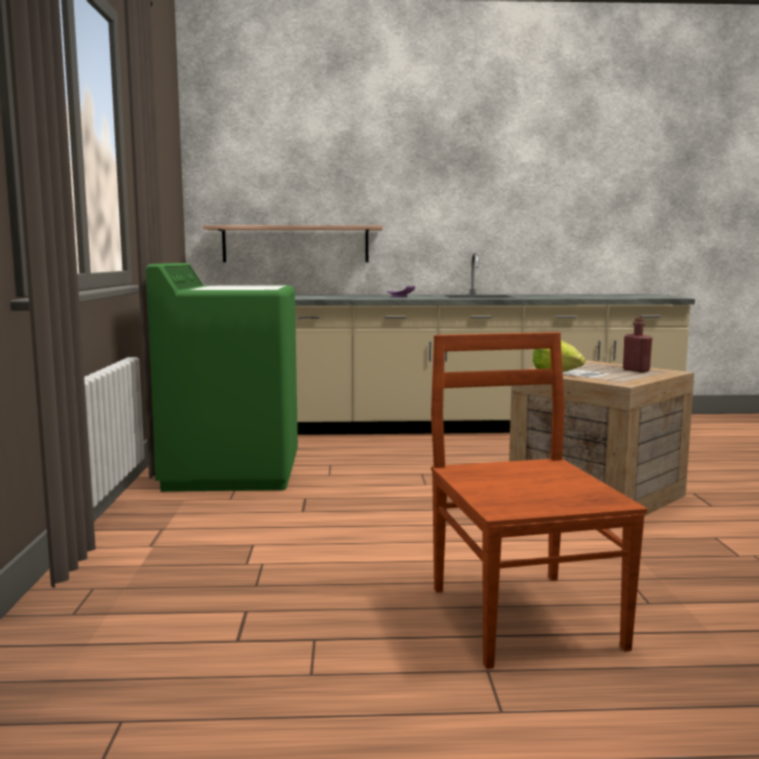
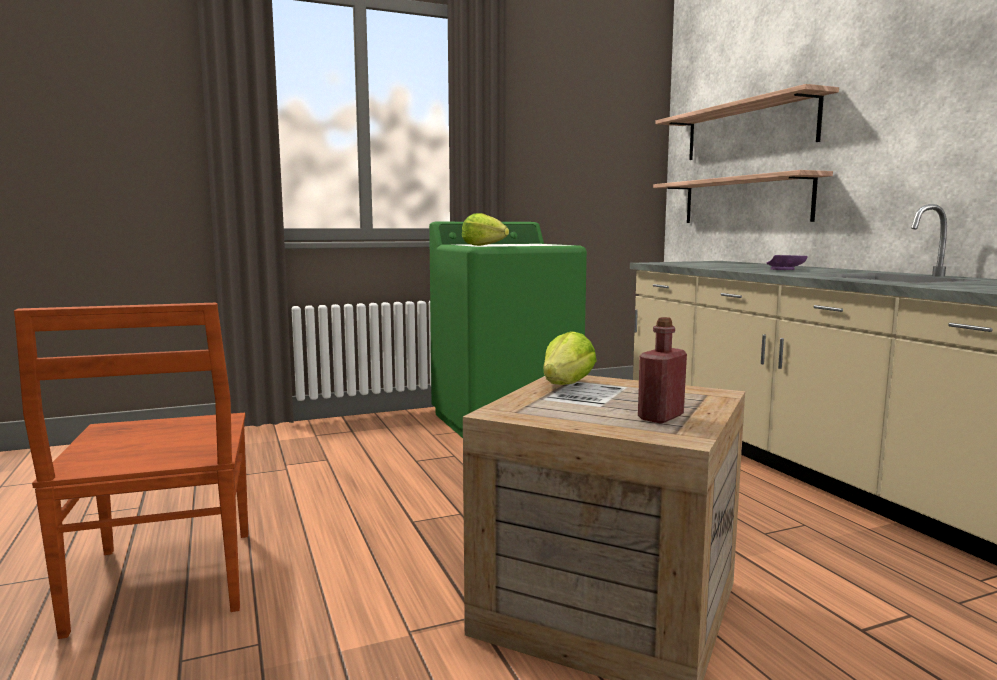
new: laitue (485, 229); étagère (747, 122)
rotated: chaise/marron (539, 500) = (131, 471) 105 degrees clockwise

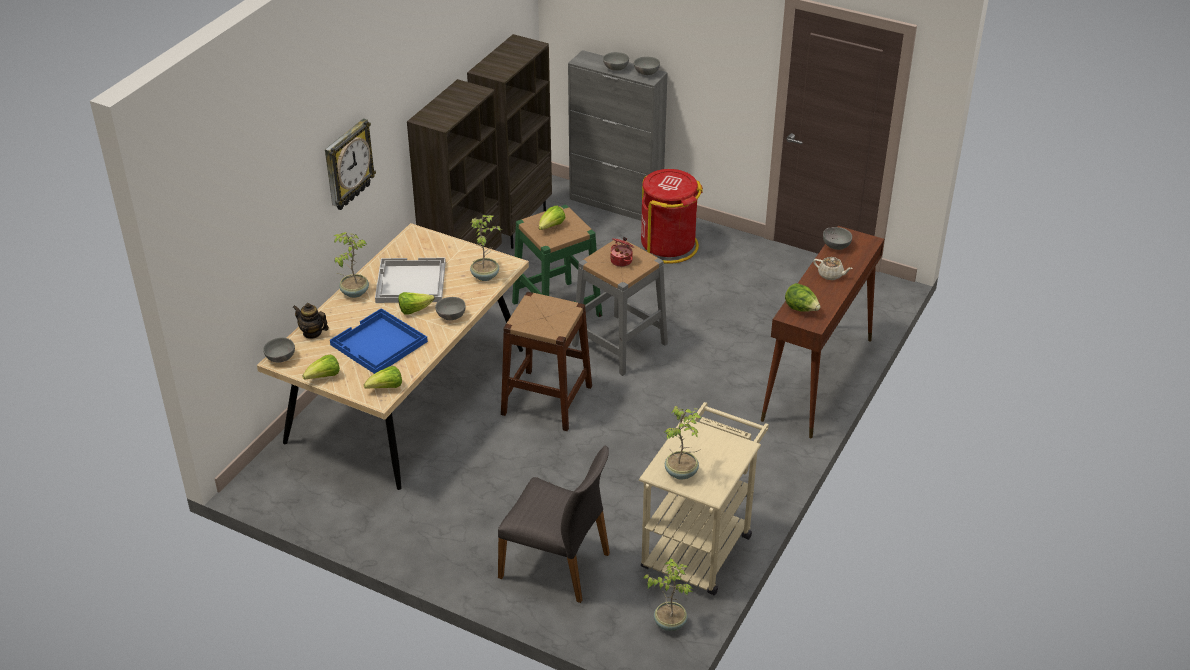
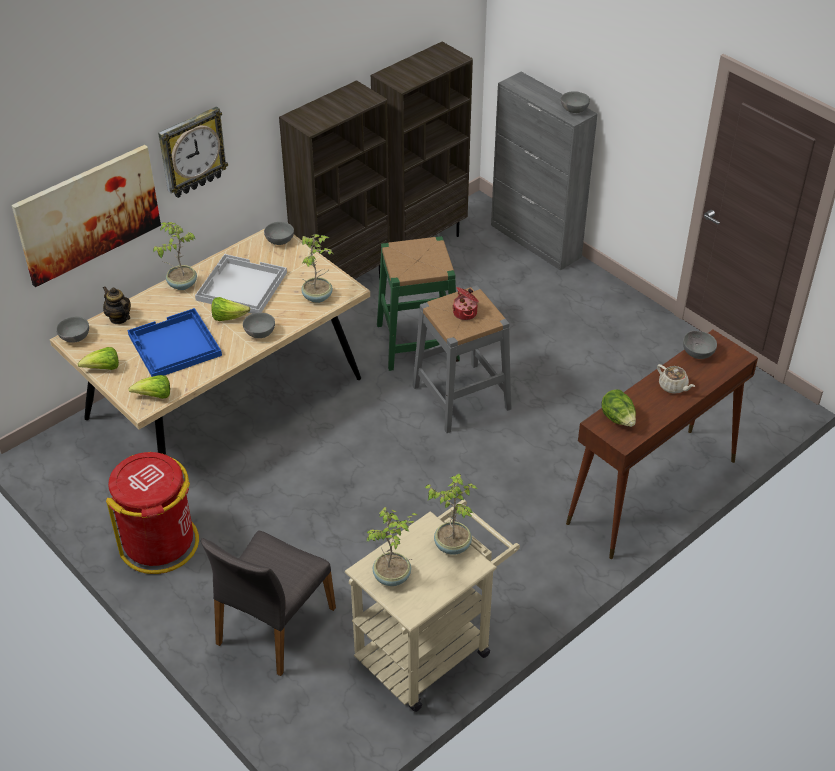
gone: tabouret/marron (546, 361); laitue (552, 218)
new: tableau (86, 216)
shifted: poubelle/rouge (672, 216) to (152, 513); bol/gris (616, 61) to (279, 233); plante en pot (667, 594) to (450, 514)
rotated: chaise/gris (554, 524) = (268, 603) 75 degrees clockwise

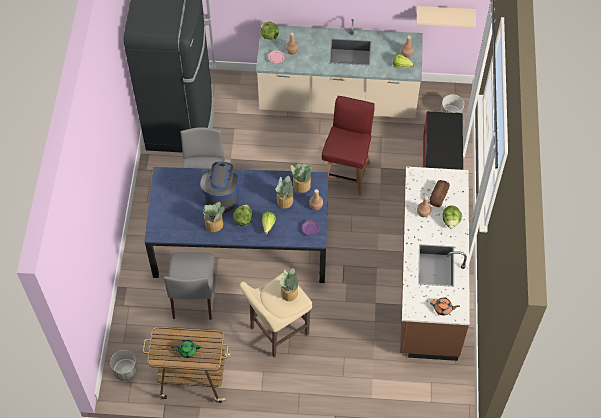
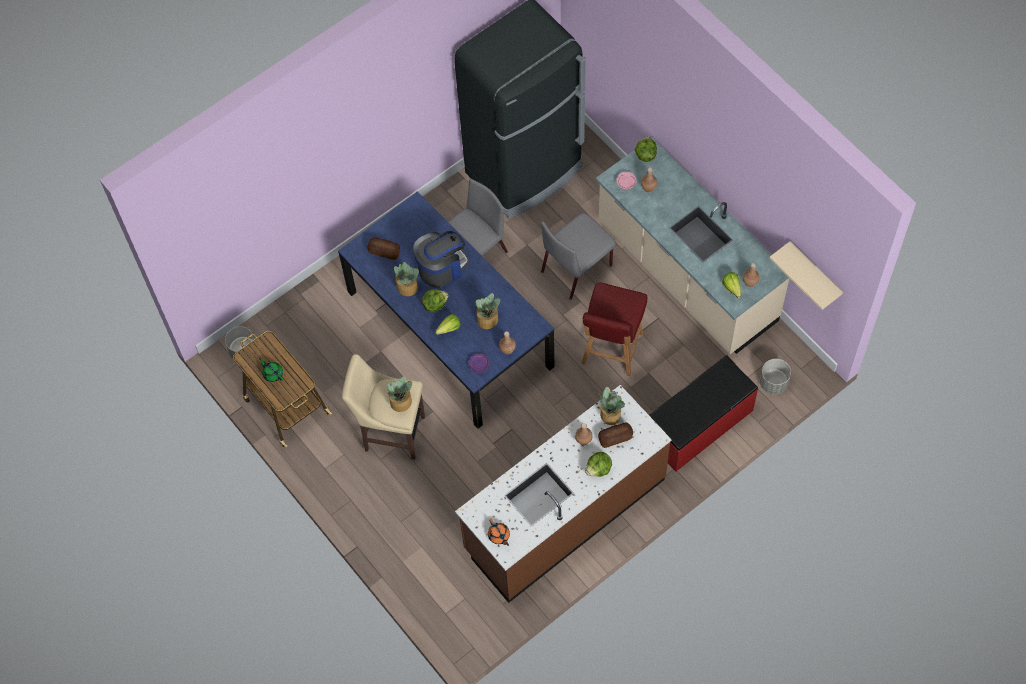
new: pain (383, 248)
shifted: chaise/gris (188, 286) to (578, 256); plante en pot (301, 178) to (612, 406)
rotated: chaise/rouge (348, 146) = (614, 329) 135 degrees clockwise

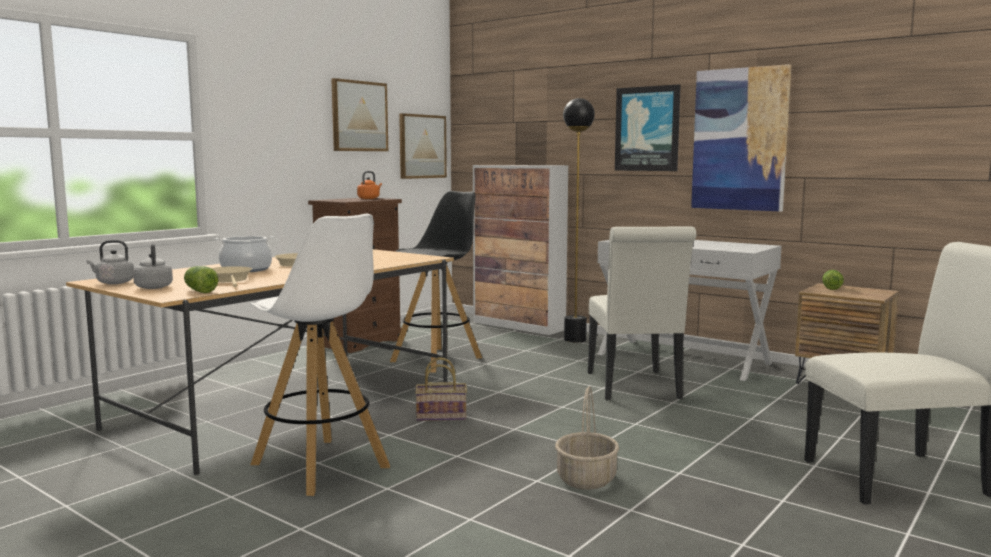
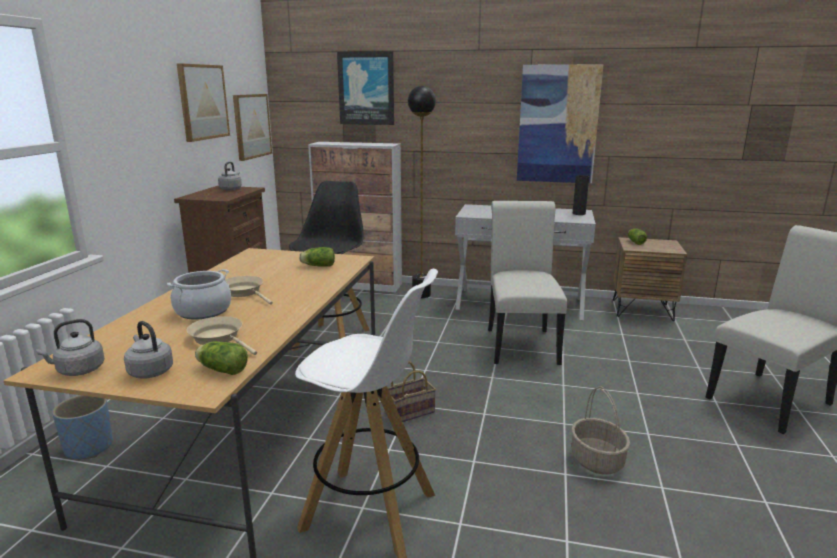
new: cache-pot/bleu (82, 427); laitue (317, 257); vase/noir (581, 195)
shifted: tableau (648, 127) to (365, 88)
repainted: bouilloire/orange (369, 185) to bouilloire/gris (230, 176)
rotated: chaise/blanc (642, 313) = (527, 283) 150 degrees counterclockwise

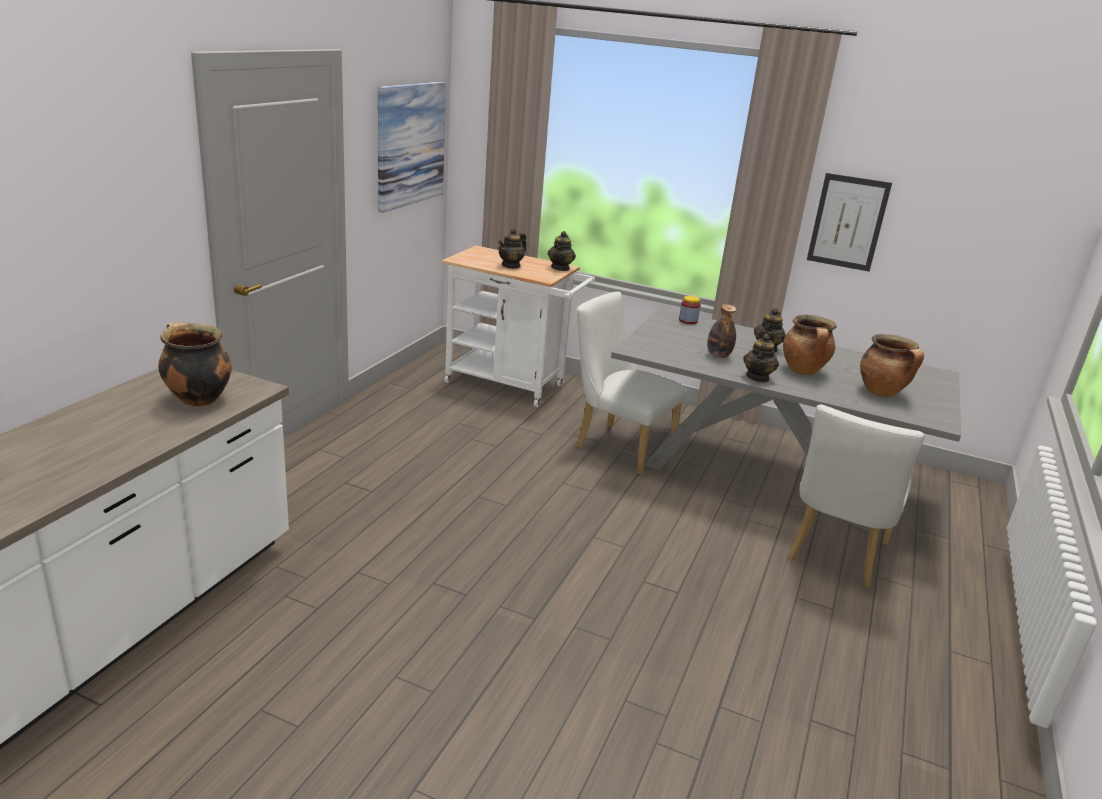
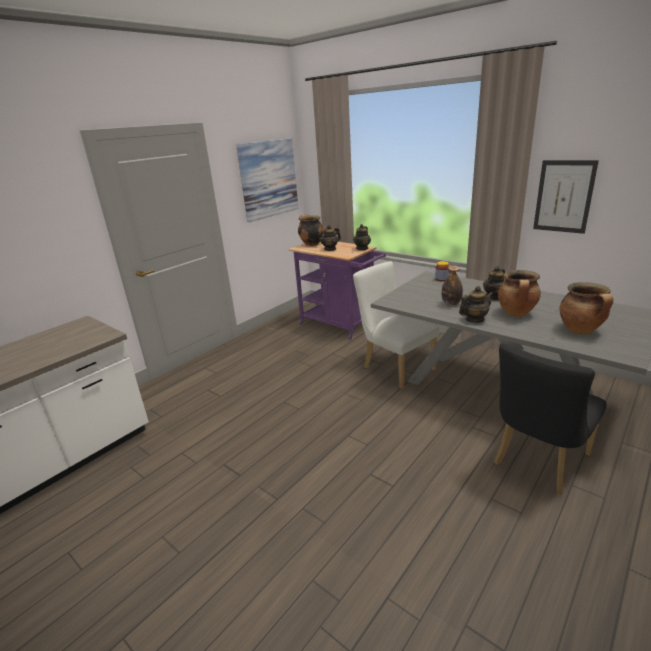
shifted: marmite (195, 364) to (311, 230)
repainted: chariot/blanc (518, 326) to chariot/violet (337, 291); chaise/blanc (856, 495) to chaise/noir (550, 419)
rotated: théière (761, 358) = (476, 304) 150 degrees counterclockwise

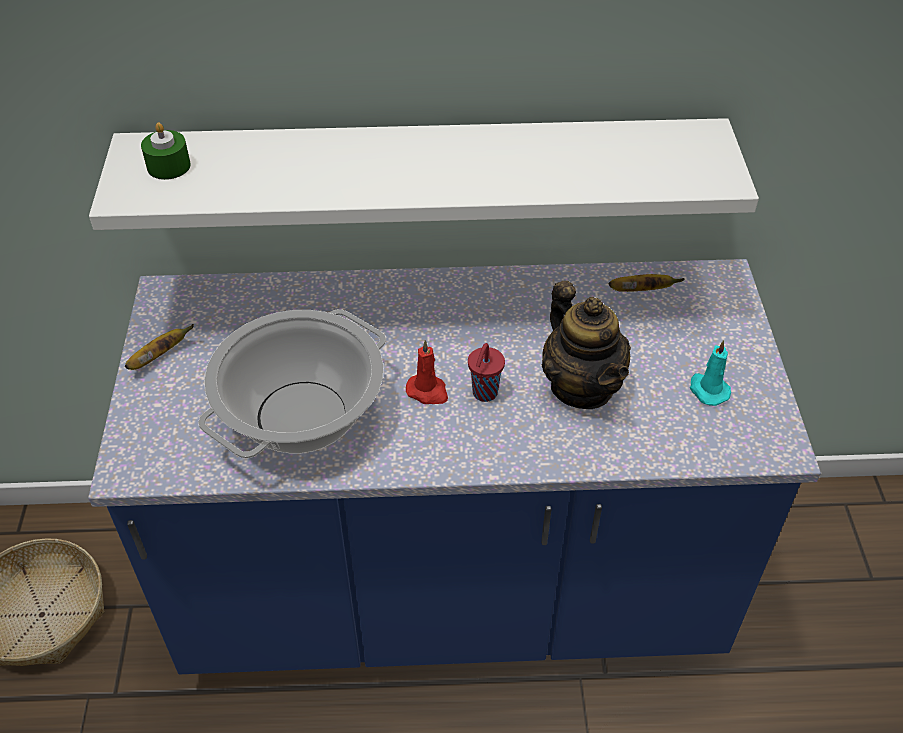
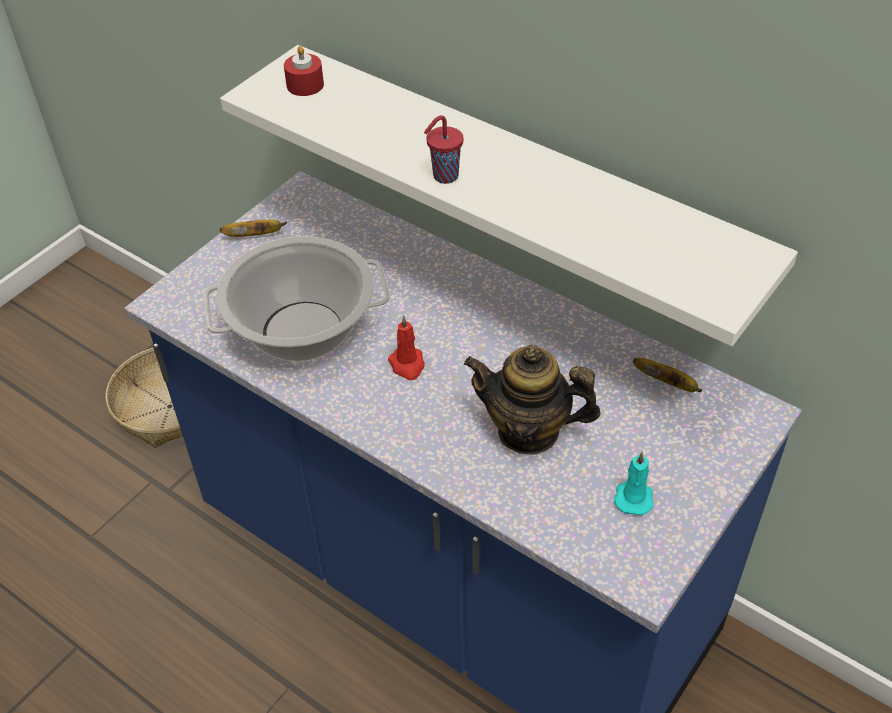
shifted: tasse/rouge (486, 372) to (444, 149)
repainted: bougie/vert (166, 151) to bougie/rouge (304, 71)
rotated: théière (586, 345) = (532, 400) 90 degrees clockwise

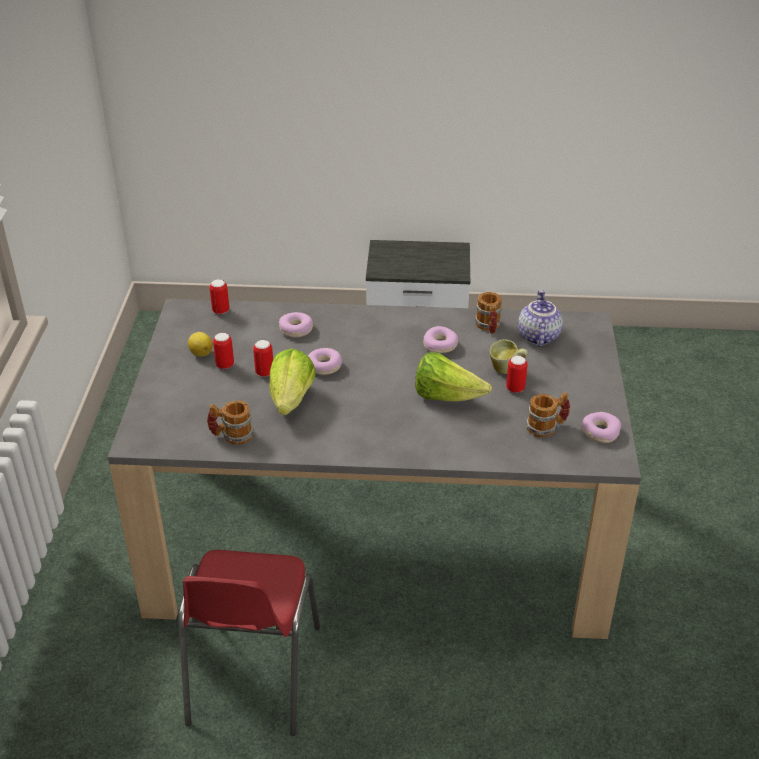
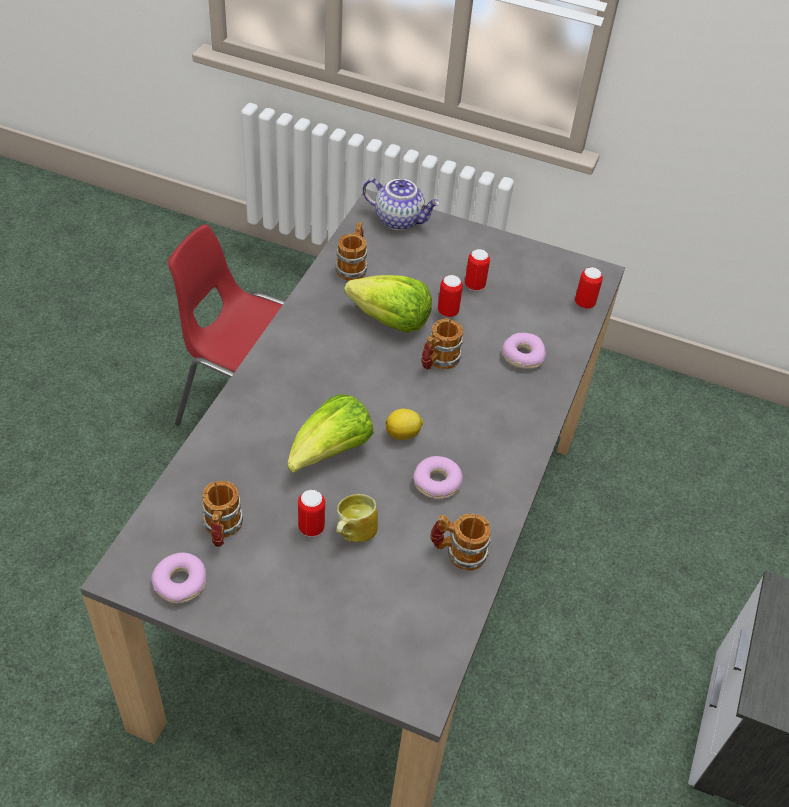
shifted: théière (540, 318) to (401, 204); citron (200, 344) to (404, 424)
swapped: beignet (325, 361) to mug (442, 344)

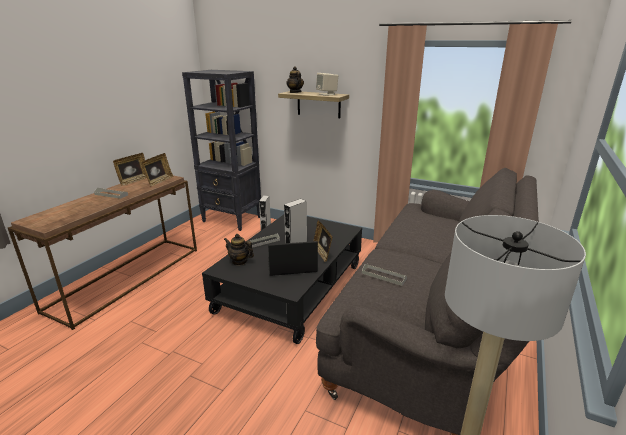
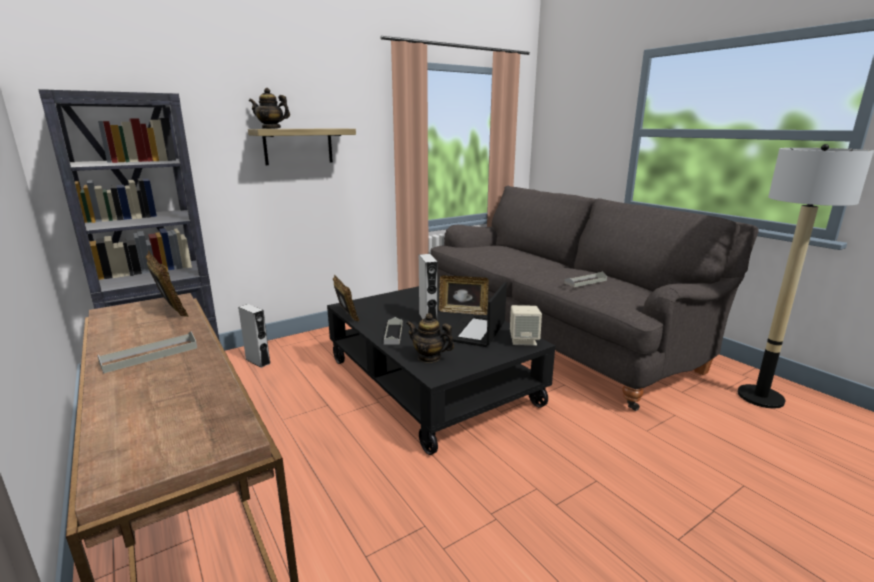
shifted: cadre photo (130, 169) to (346, 298); enceinte/beige (327, 84) to (526, 325)
rotated: théière (239, 250) = (430, 338) 60 degrees clockwise

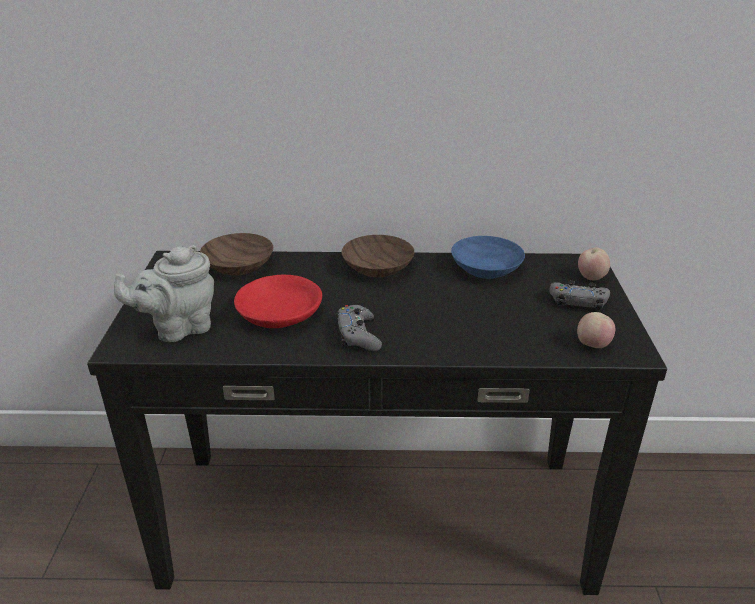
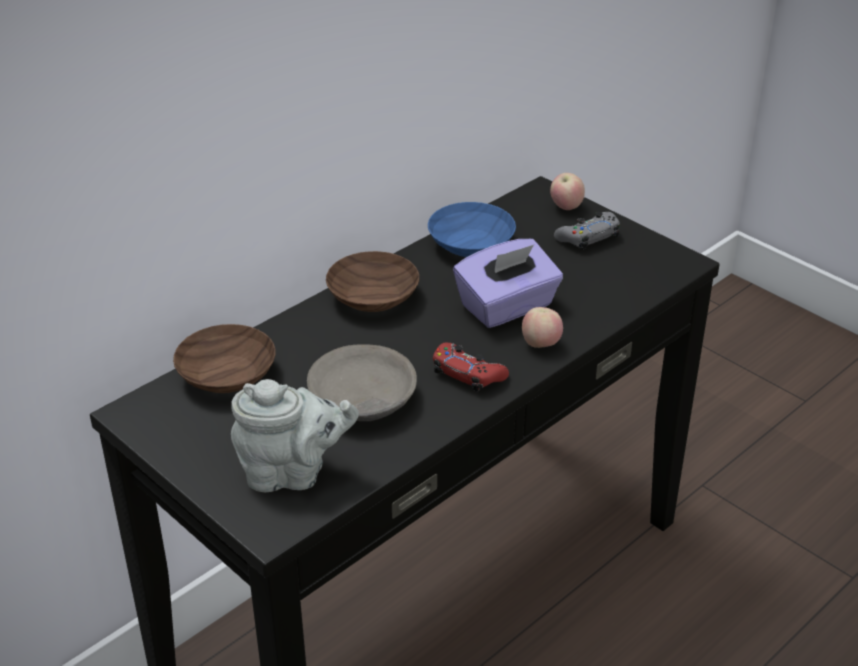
new: boîte à mouchoirs/violet (508, 283)
shifted: pomme (596, 330) to (542, 327)
repainted: bol/rouge (278, 301) to bol/gris (362, 382); manette/gris (359, 328) to manette/rouge (471, 367)
rotated: théière/gris (164, 293) = (295, 435) 105 degrees counterclockwise

